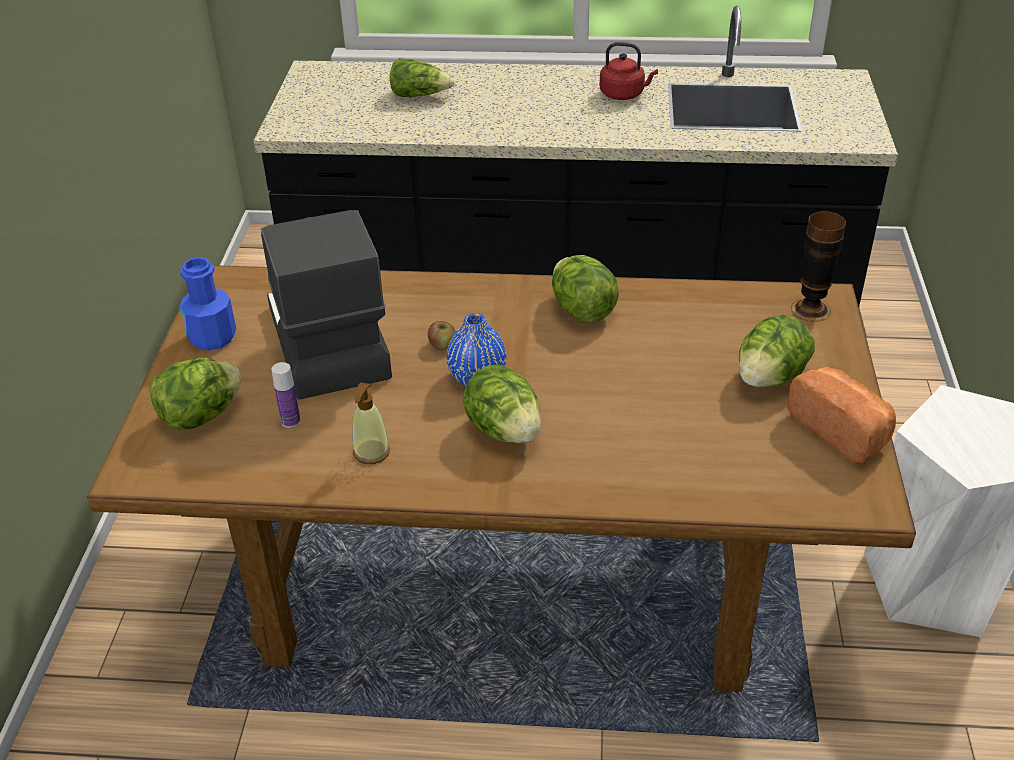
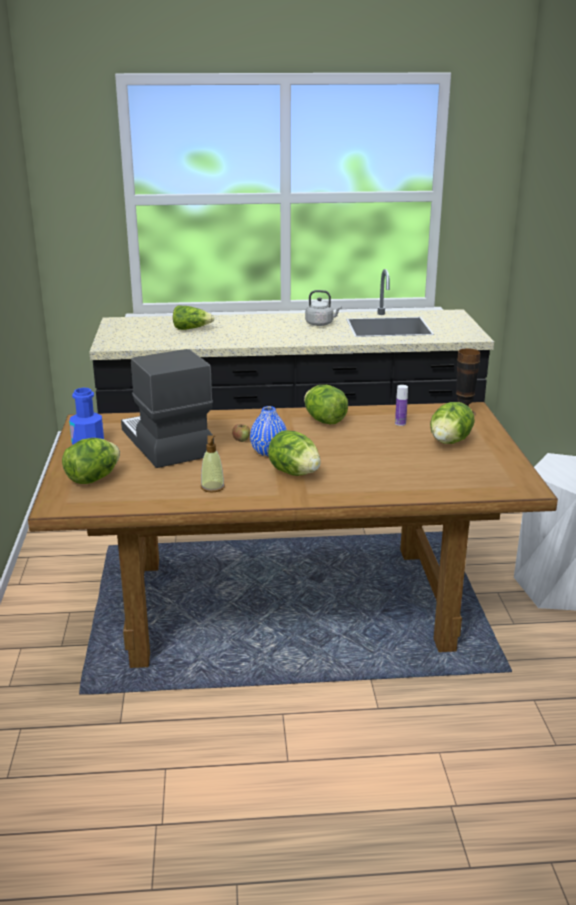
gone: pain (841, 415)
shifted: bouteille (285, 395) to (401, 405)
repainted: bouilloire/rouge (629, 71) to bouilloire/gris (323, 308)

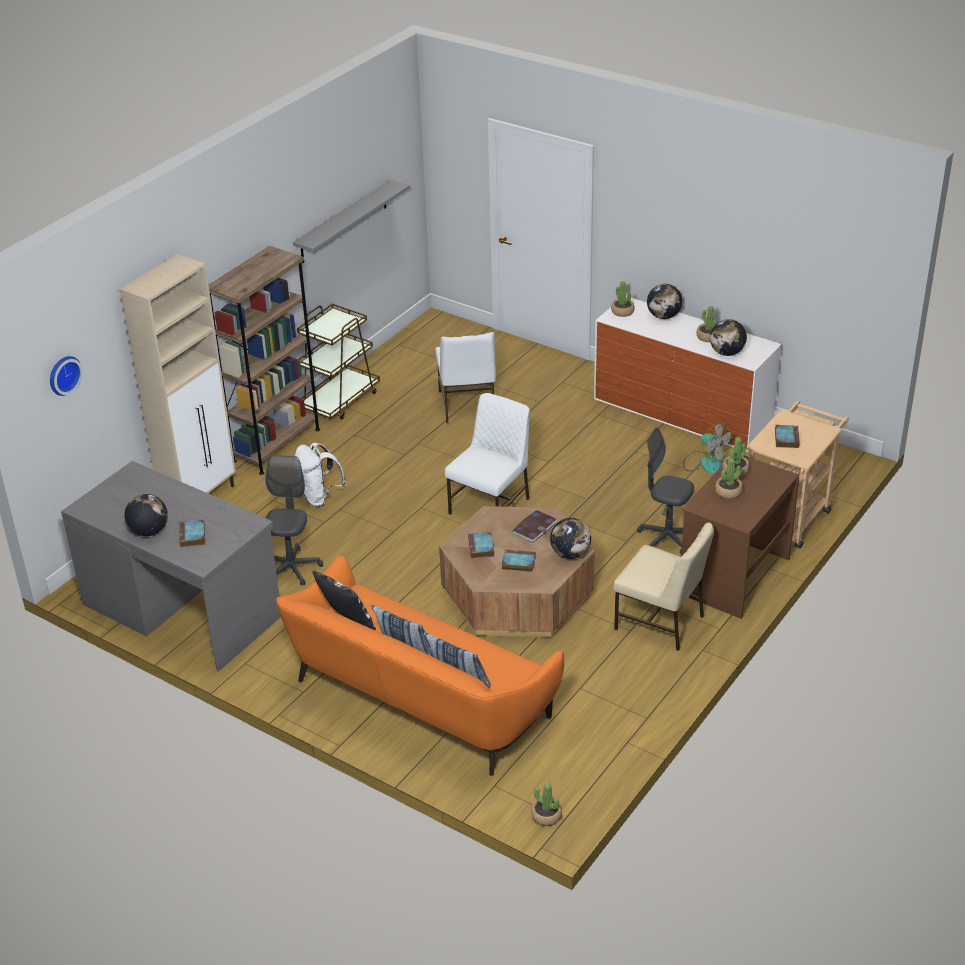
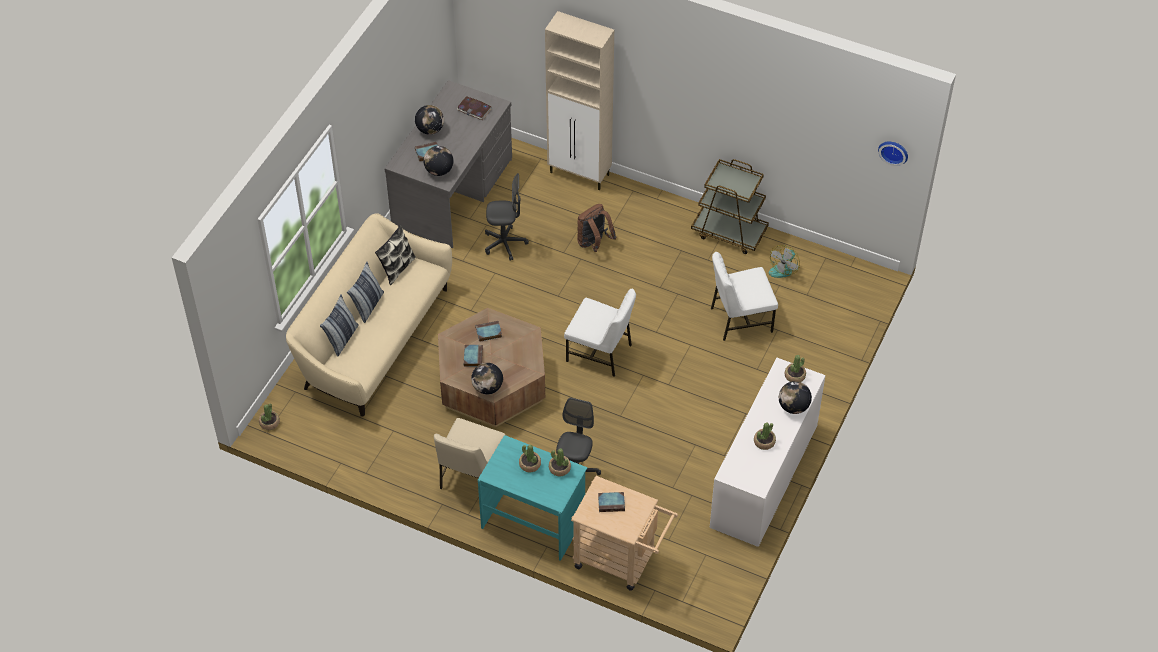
gone: bibliothèque/marron (264, 360); étagère/gris (351, 221)
shifted: globe (728, 337) to (438, 161); livre (534, 526) to (474, 108); ventilateur (708, 448) to (784, 261); horloge murale (66, 376) to (893, 154)
repainted: canapé/orange (420, 665) to canapé/beige (369, 315); bureau/marron (740, 537) to bureau/turquoise (532, 498); sac à dos/blanc (320, 475) to sac à dos/marron (597, 228)

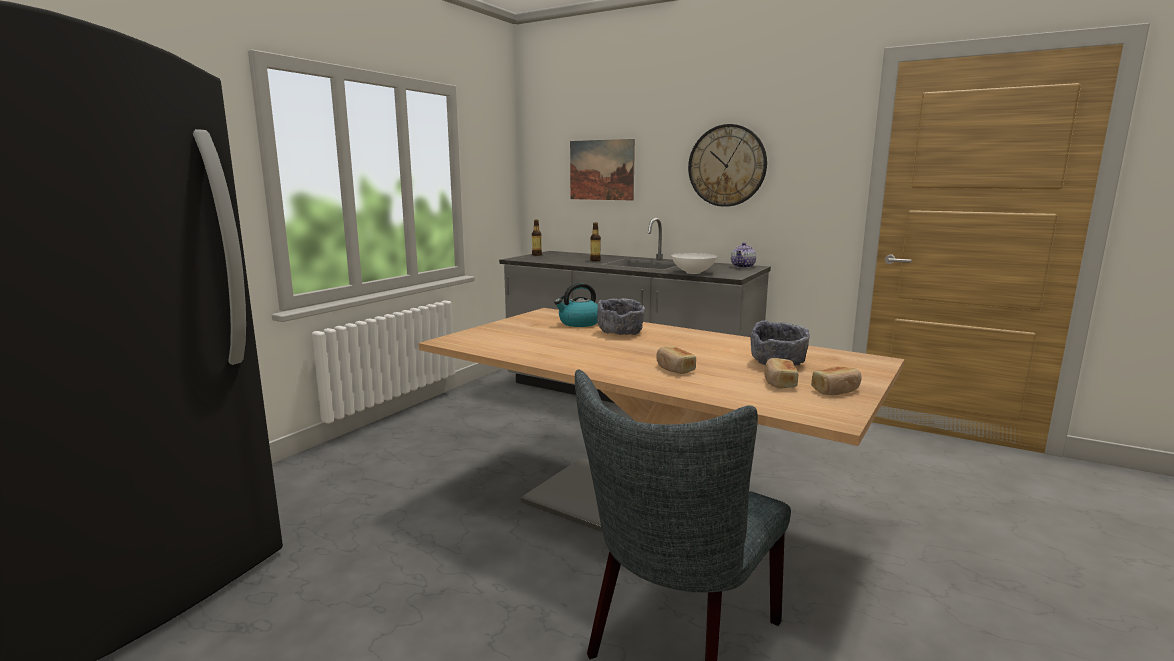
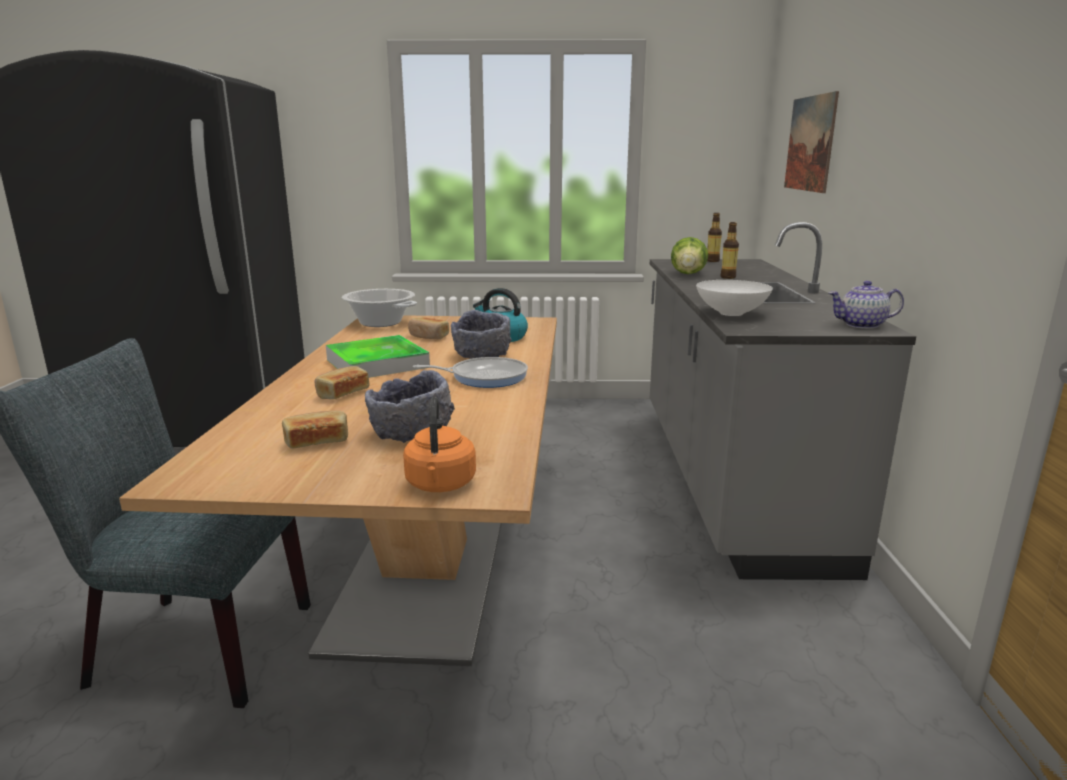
gone: horloge murale (727, 165)
new: plateau (378, 356); marmite (379, 308); bouilloire/orange (439, 444); poêle (470, 372); laitue (689, 255)
shifted: pain (836, 380) to (428, 328)

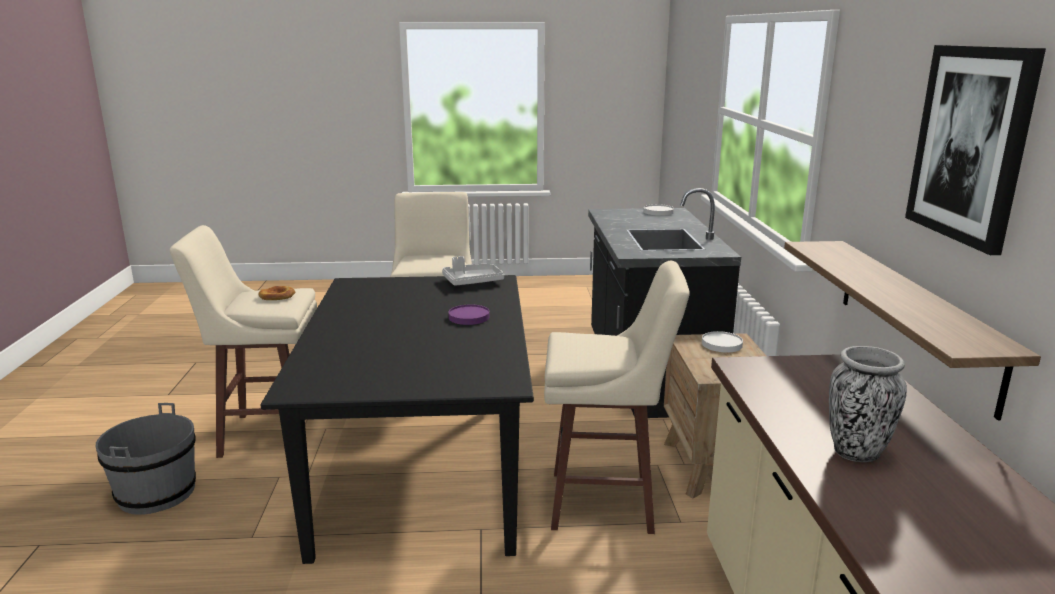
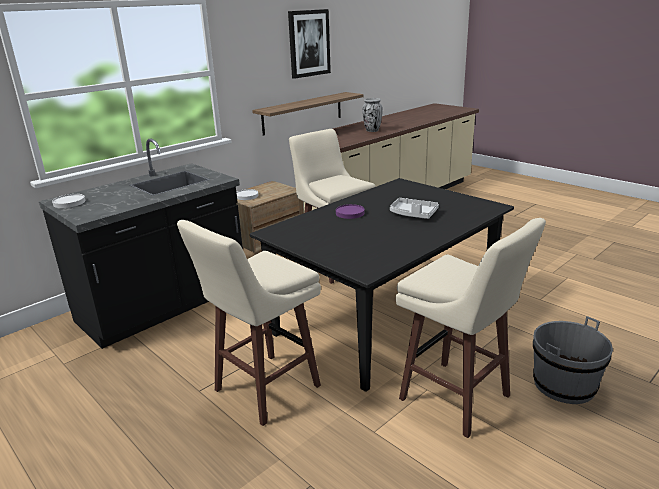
gone: pain (276, 293)
shifted: plateau/gris (473, 271) to (414, 208)

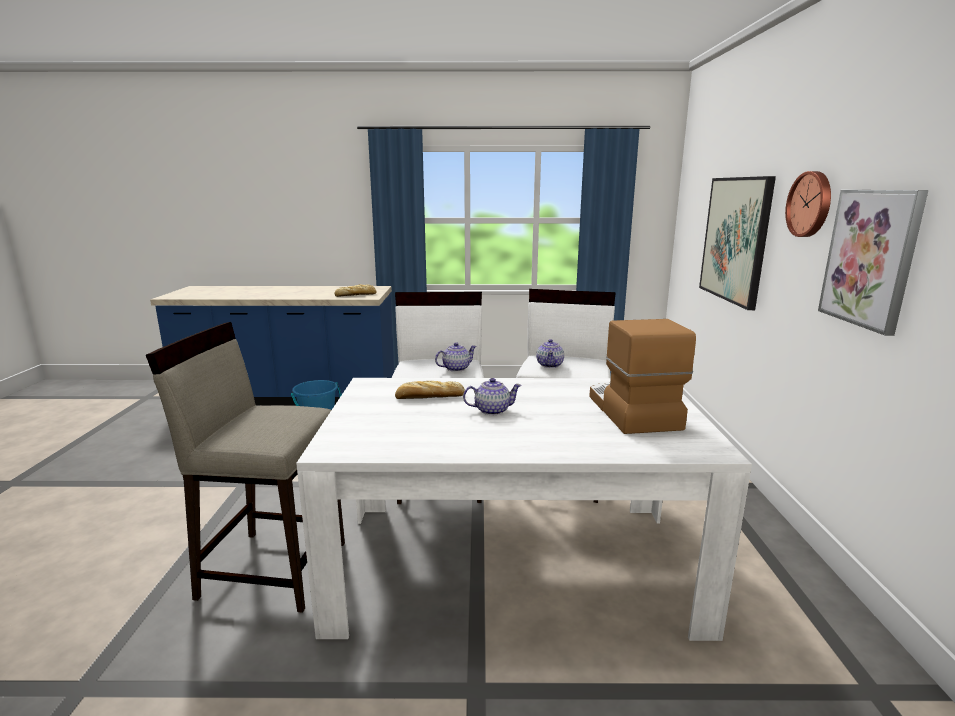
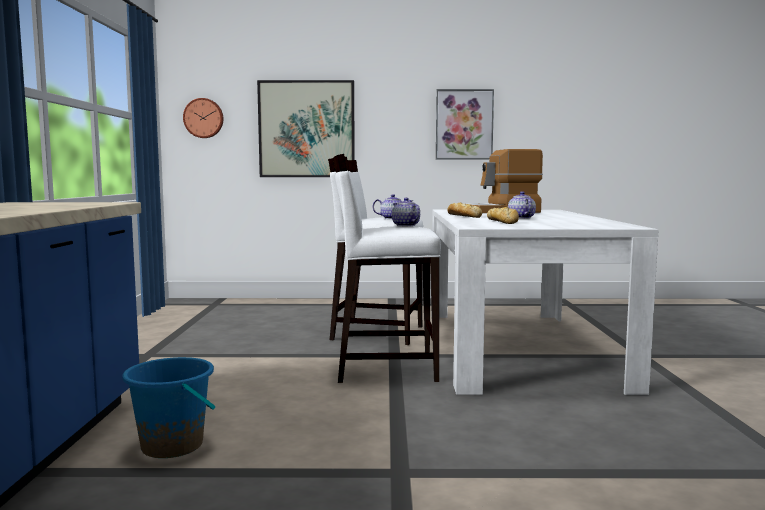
gone: tabouret/beige (245, 467)
shifted: horloge murale (808, 204) to (203, 118); pain (355, 290) to (464, 210)

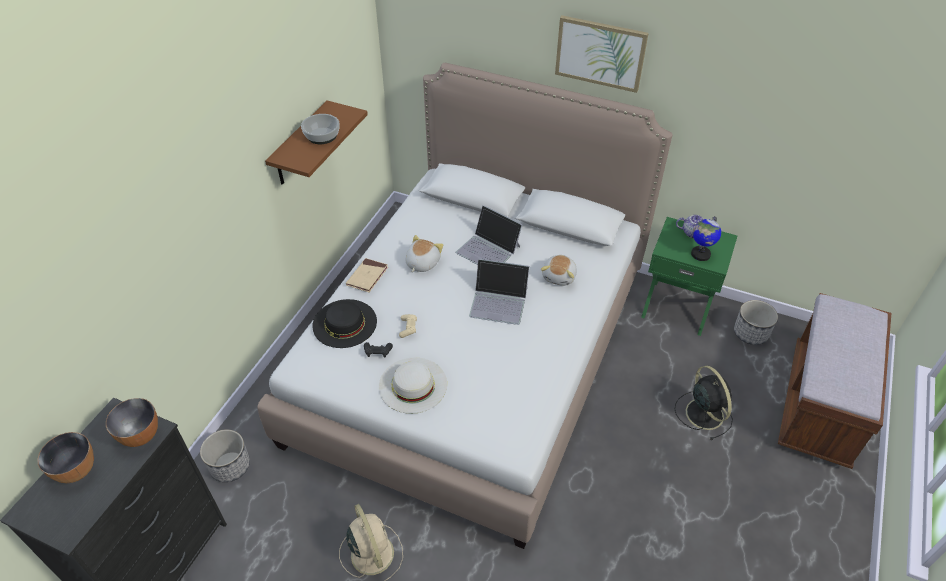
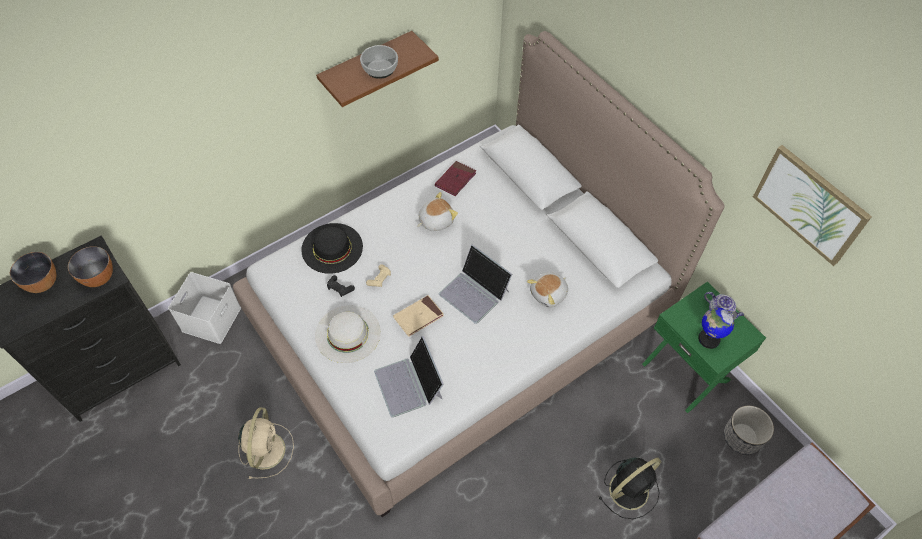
new: livre/rouge (455, 178)
shifted: ordinateur portable (489, 235) to (409, 376); livre/beige (367, 275) to (418, 316); tableau (602, 54) to (812, 205)
swapped: cache-pot (225, 455) to boîte de rangement/blanc (204, 308)
rotated: ventilateur/noir (704, 403) = (630, 488) 45 degrees clockwise

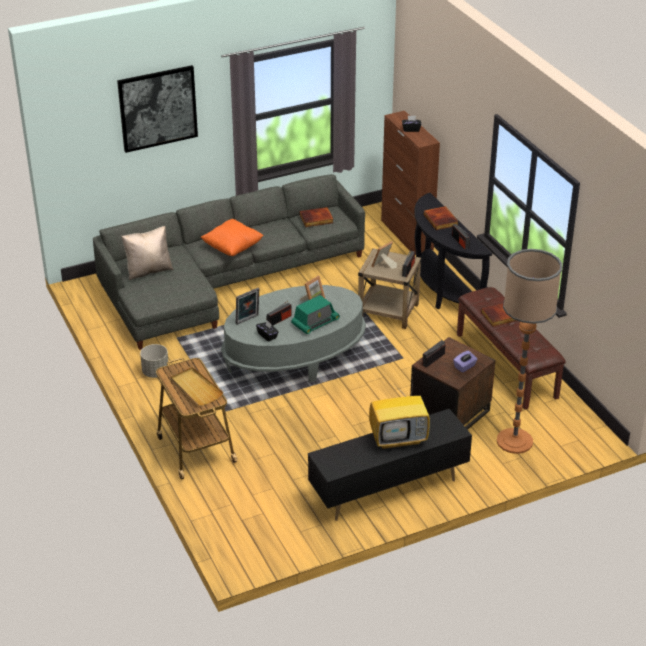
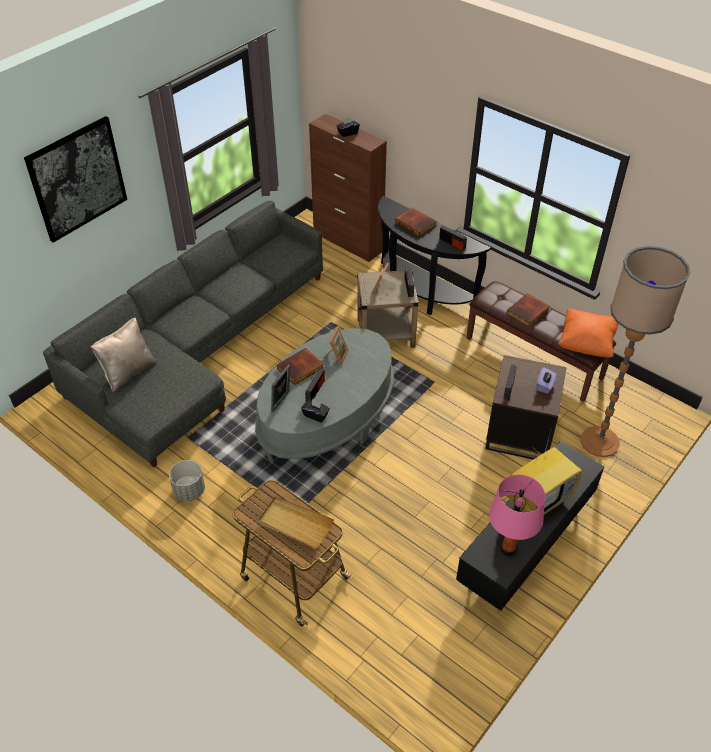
gone: radio (315, 314)
new: lampe de table/rose (517, 515)
shifted: livre (316, 217) to (300, 366); coussin/orange (232, 237) to (588, 333)

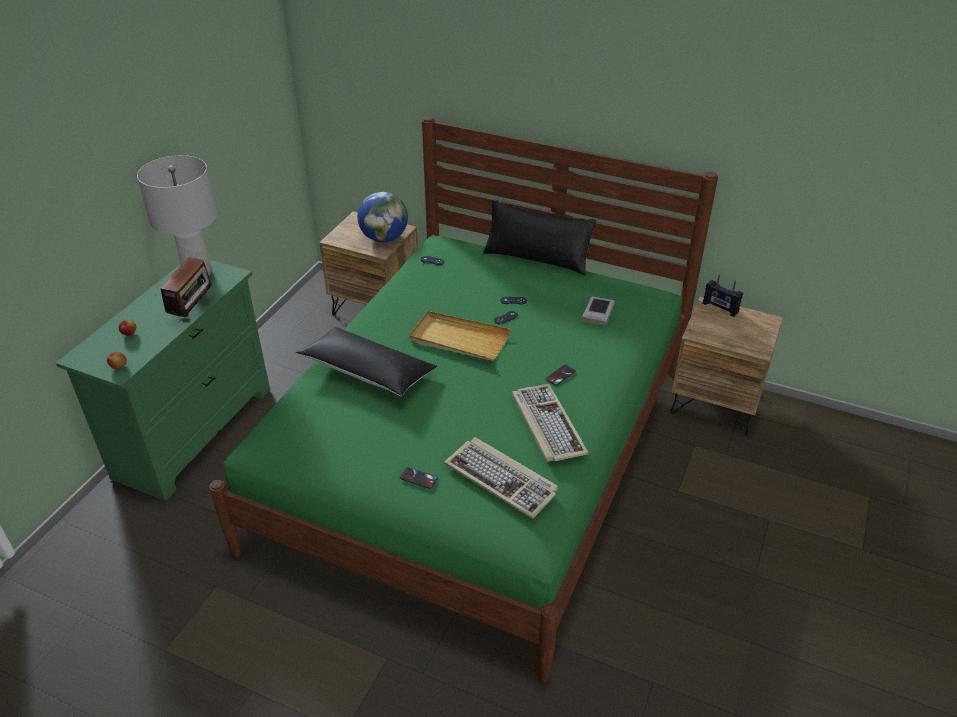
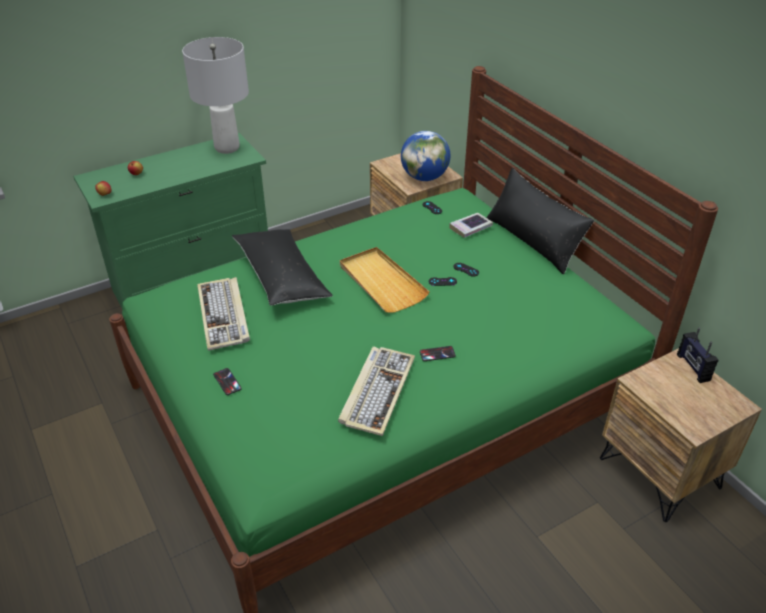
gone: radio (188, 289)
shifted: clavier (501, 478) to (223, 314); livre (598, 310) to (471, 225)

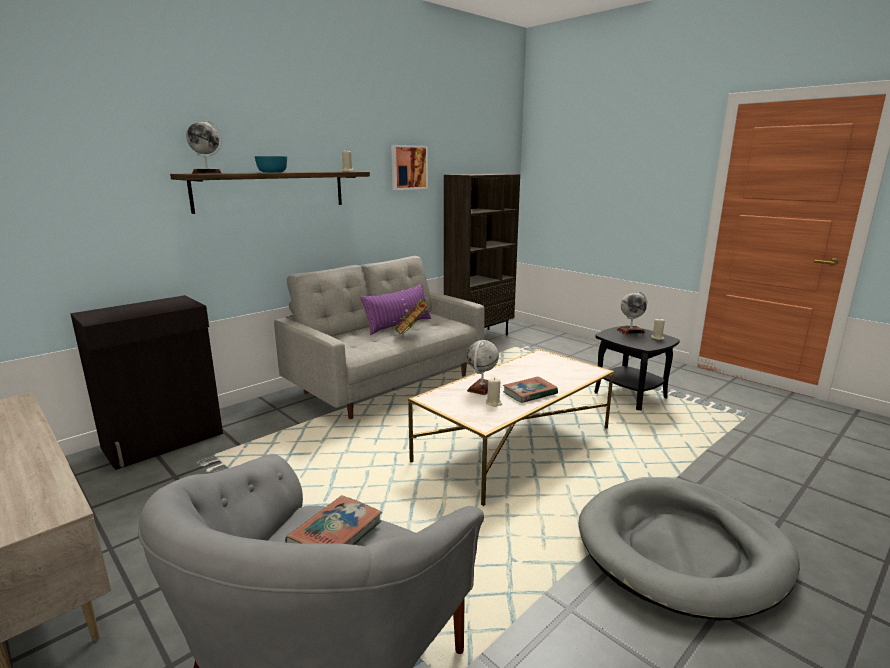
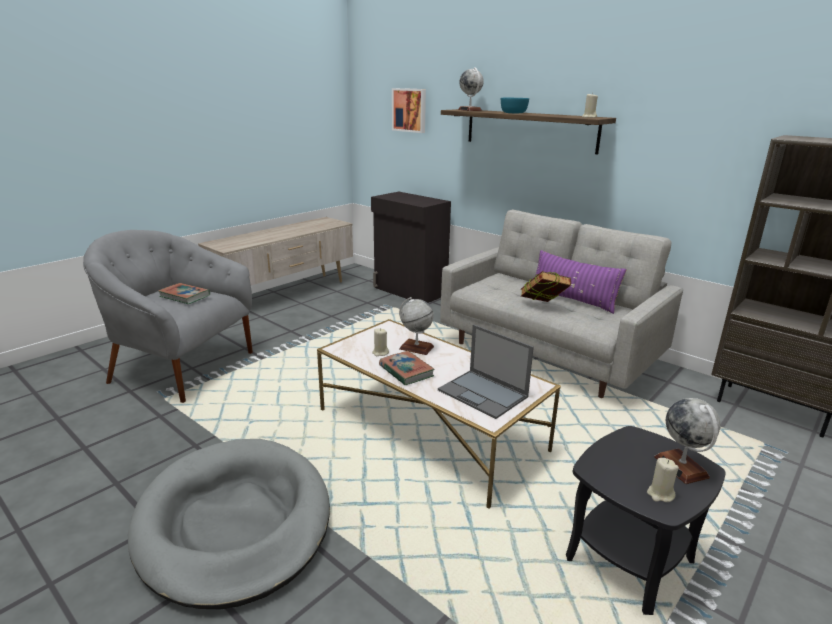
new: ordinateur portable (486, 371)
shifted: tableau (409, 167) to (409, 110)

